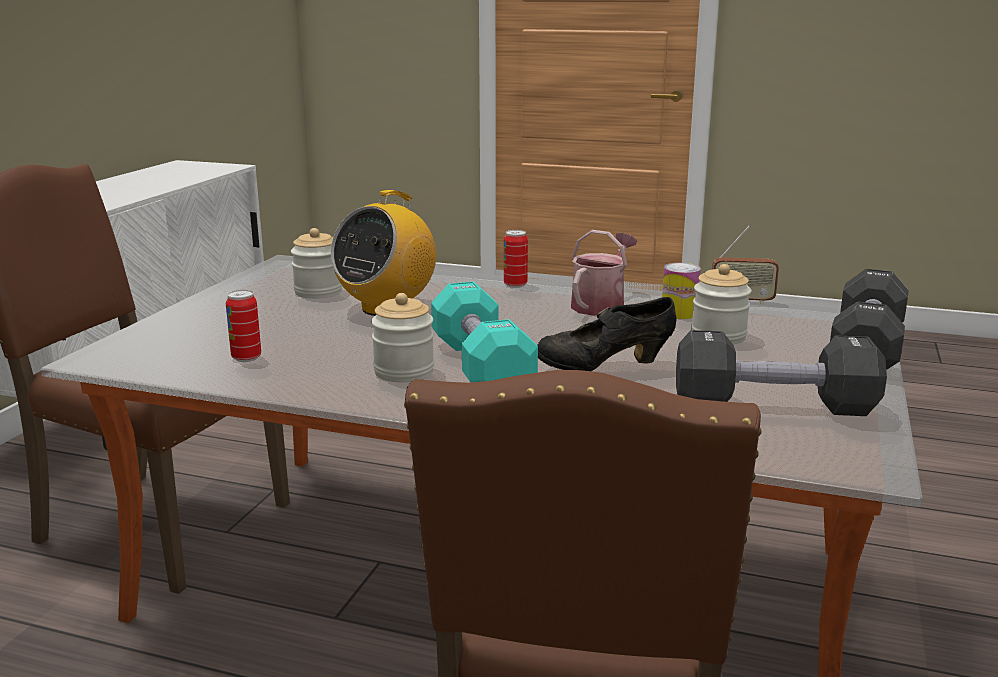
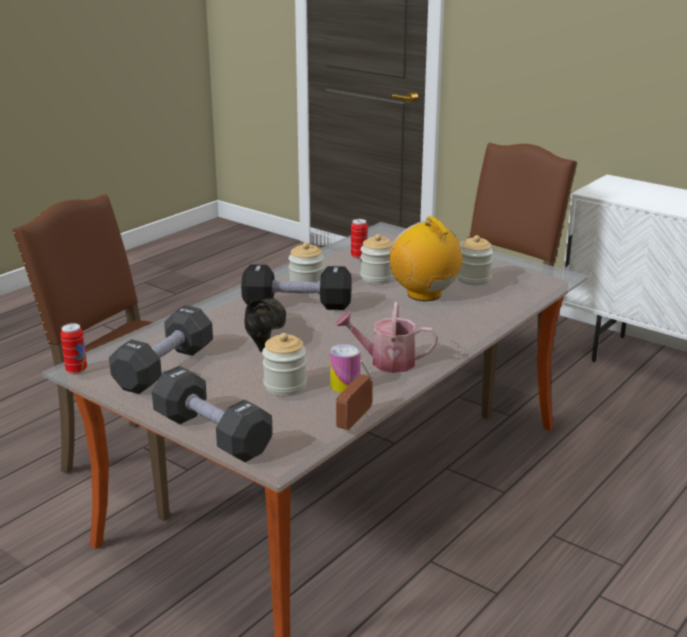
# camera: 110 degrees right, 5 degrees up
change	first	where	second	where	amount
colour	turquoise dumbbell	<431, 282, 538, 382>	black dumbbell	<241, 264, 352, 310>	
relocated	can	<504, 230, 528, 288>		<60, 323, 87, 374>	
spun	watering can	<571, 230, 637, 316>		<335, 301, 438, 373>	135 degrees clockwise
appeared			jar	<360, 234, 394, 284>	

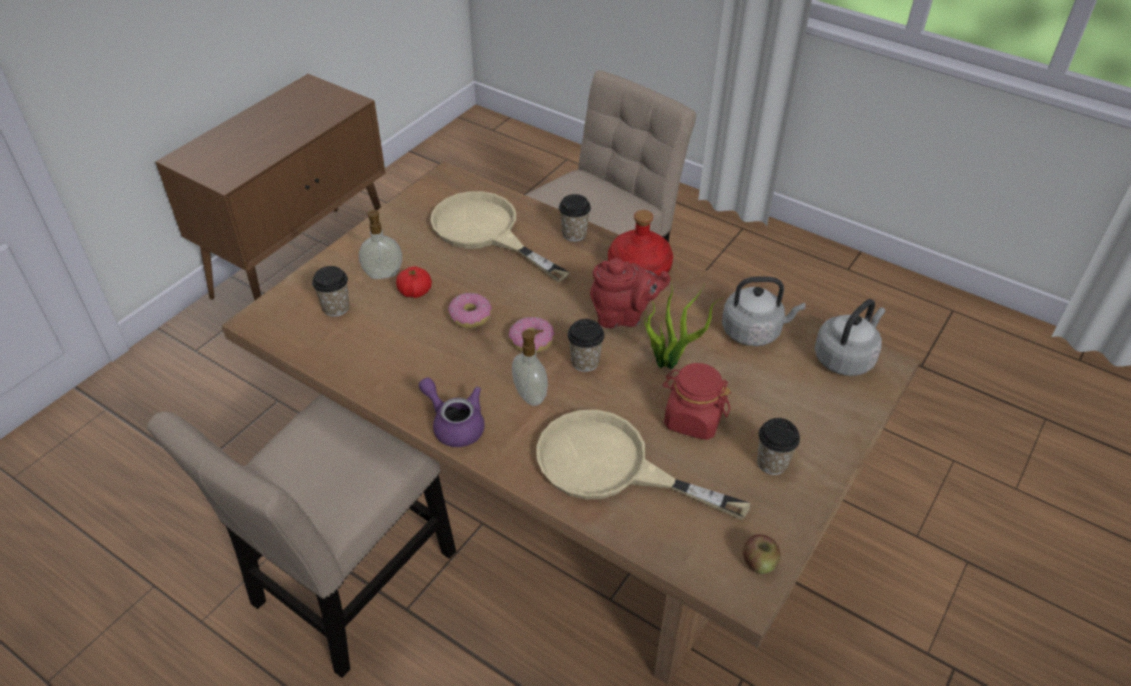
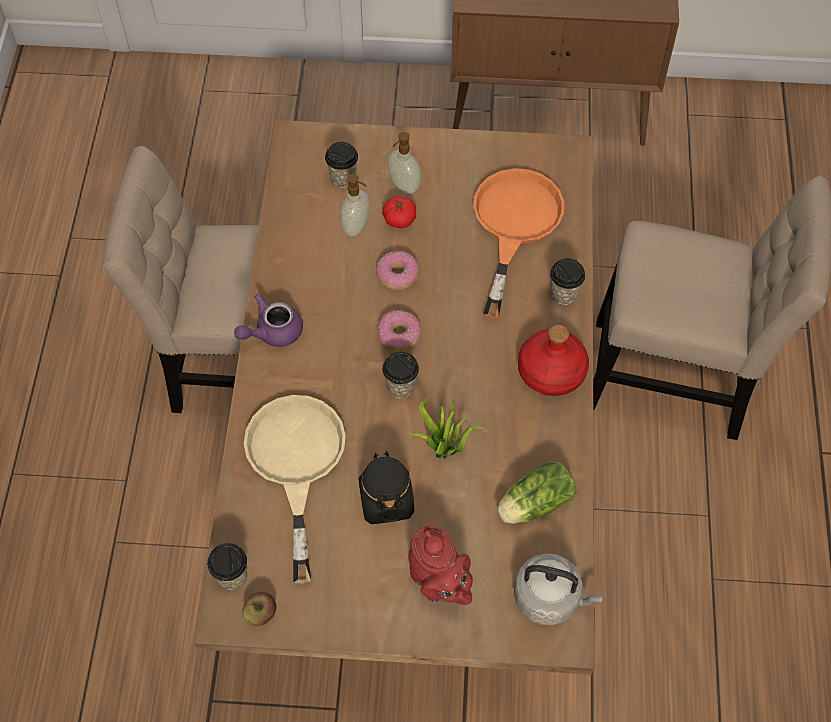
# camera: 60 degrees right, 15 degrees up
change	first	where	second	where	amount
spun	purple teapot	<419, 378, 485, 447>		<234, 294, 303, 347>	135 degrees counterclockwise
colour	beige frying pan	<430, 191, 570, 282>	orange frying pan	<473, 168, 564, 319>	
relocated	soap dispenser	<512, 330, 548, 406>		<340, 174, 370, 236>	
relocated	red teapot	<590, 258, 671, 328>		<408, 526, 473, 605>	
colour	red jar	<663, 363, 731, 440>	black jar	<359, 451, 414, 524>	
exchanged	grey kettle	<722, 277, 806, 346>	lettuce	<497, 462, 577, 524>	
relocated	cup	<757, 418, 800, 475>		<207, 543, 247, 591>	

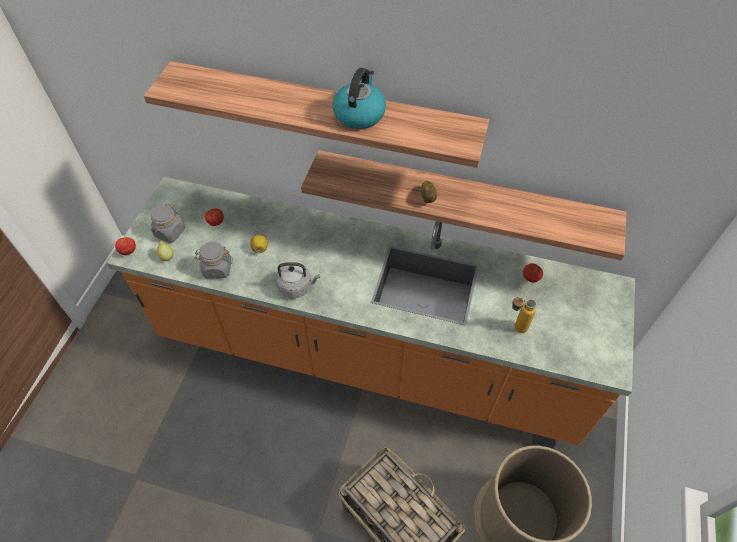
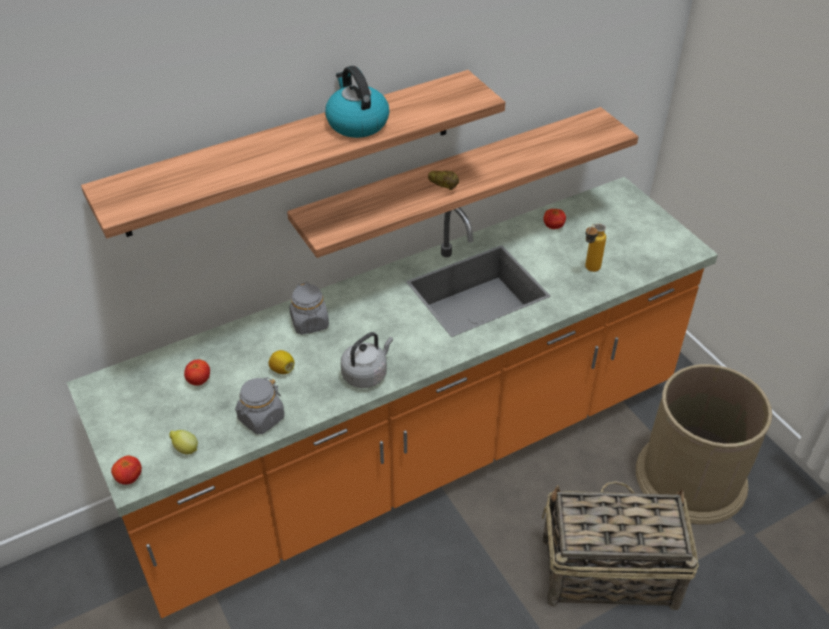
# camera: 45 degrees left, 10 degrees down
change	first	where	second	where	amount
relocated	grey jar	<151, 203, 185, 243>		<289, 282, 329, 335>	

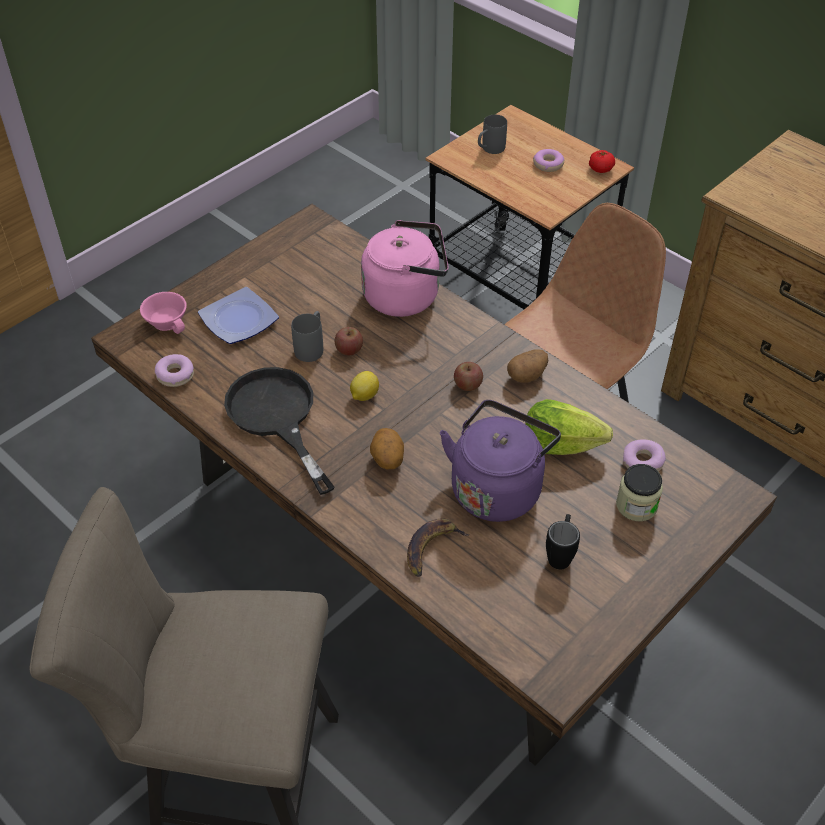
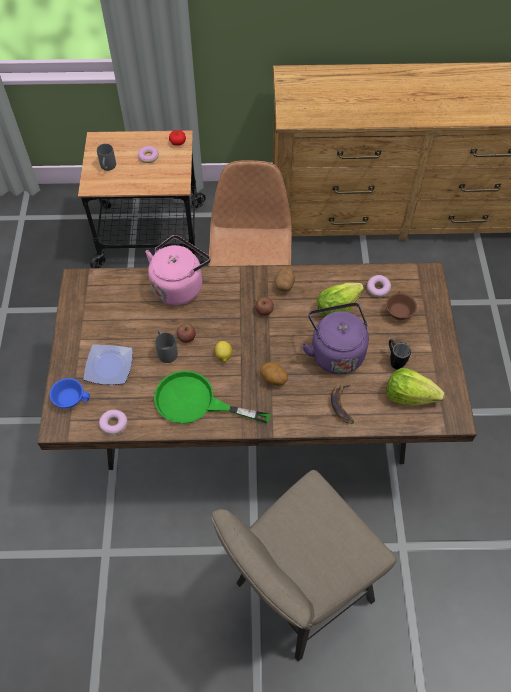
# camera: 45 degrees left, 10 degrees up
change	first	where	second	where	amount
colour	pink cup	<140, 292, 187, 334>	blue cup	<50, 378, 90, 408>	
colour	black frying pan	<224, 367, 335, 495>	green frying pan	<154, 370, 270, 424>	
exchanged	jar	<616, 464, 663, 521>	brown cup	<386, 291, 417, 320>	
appeared			lettuce	<386, 368, 445, 405>	

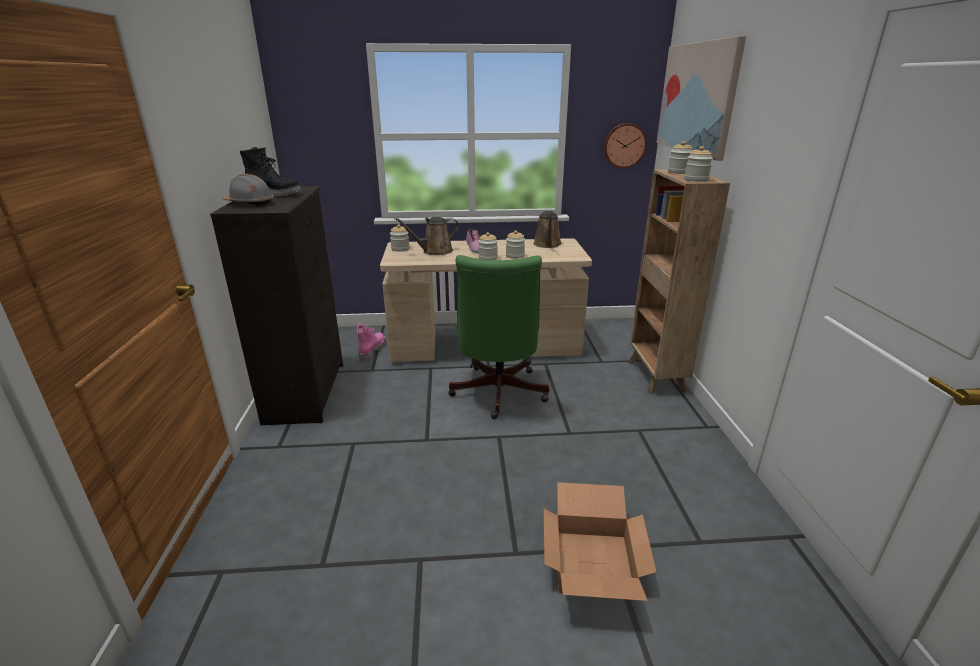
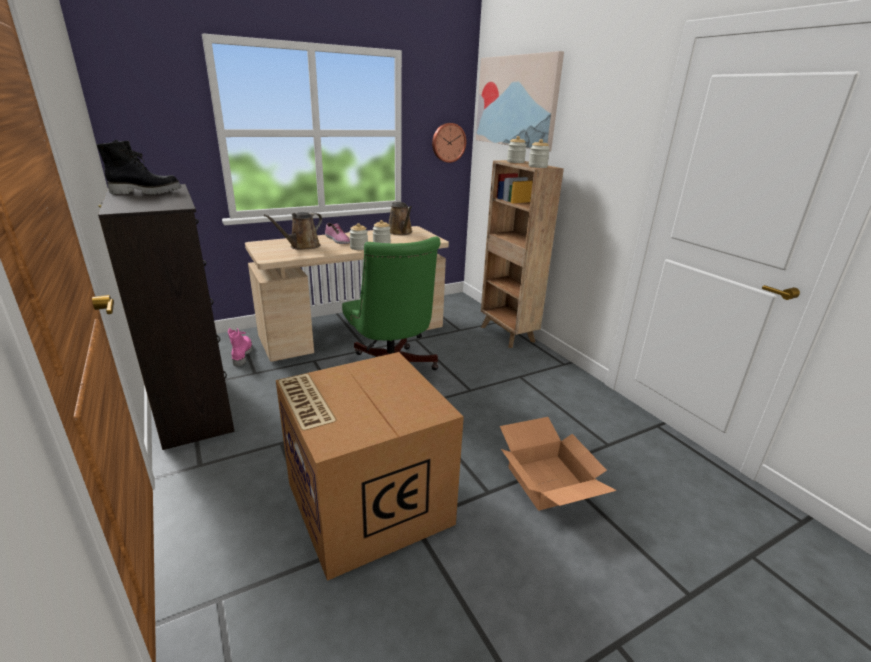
# camera: 25 degrees left, 0 degrees up
change	first	where	second	where	amount
missing	grey hard hat	<223, 174, 274, 206>			
missing	jar	<390, 224, 410, 252>			
appeared			cardboard box	<276, 352, 464, 581>	

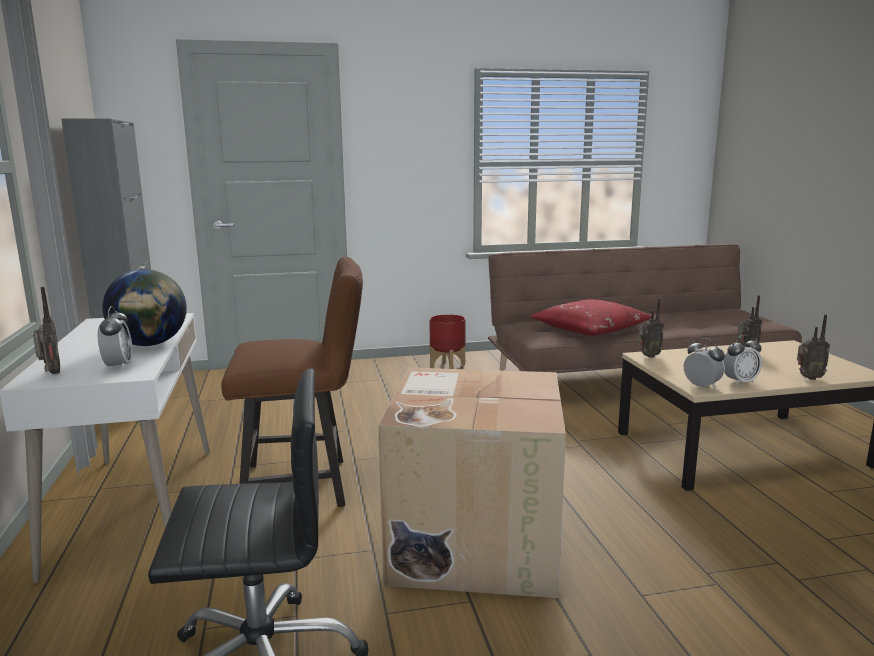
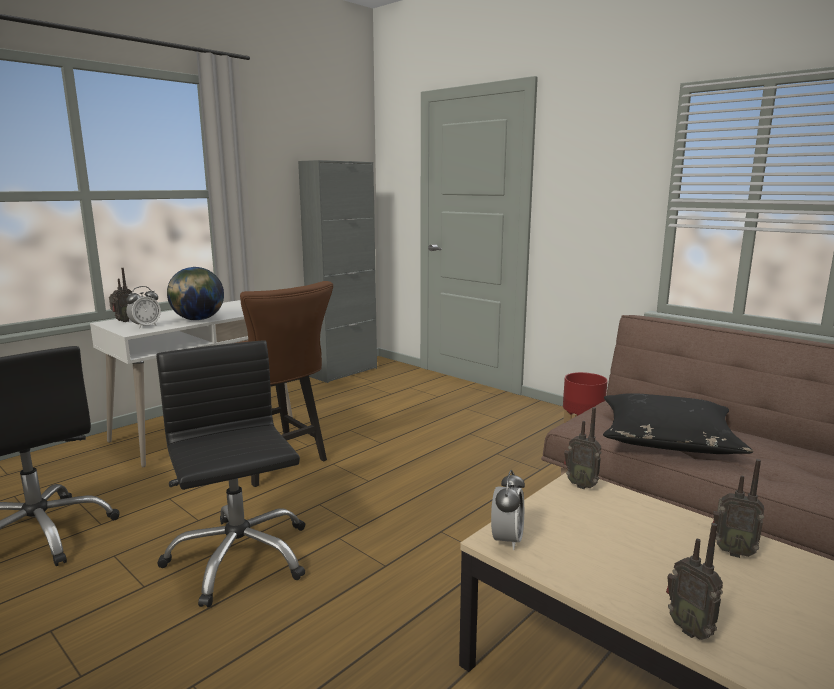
# camera: 55 degrees right, 0 degrees up
change	first	where	second	where	amount
exchanged	cardboard box	<378, 368, 566, 598>	black office chair	<156, 340, 305, 607>	
colour	red pillow	<530, 299, 651, 336>	black pillow	<603, 393, 753, 454>	
missing	alarm clock	<723, 335, 762, 385>			

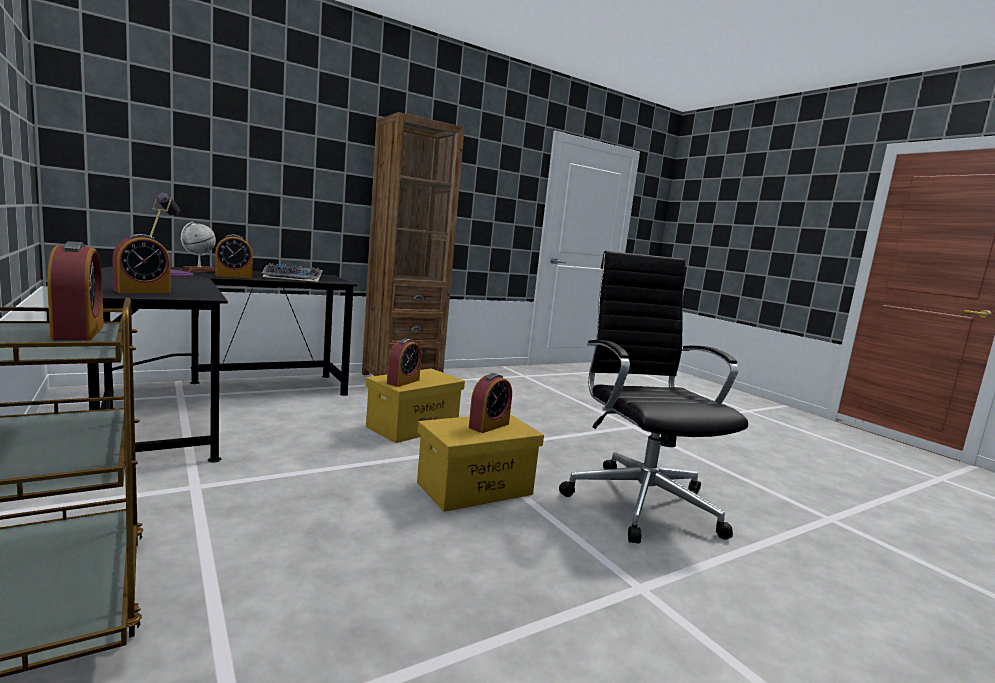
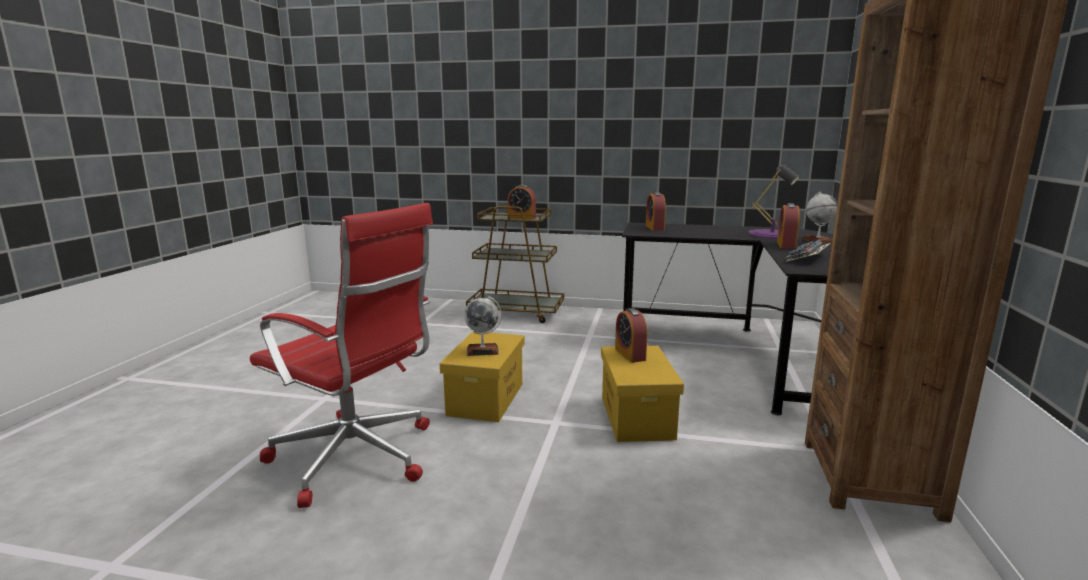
# camera: 135 degrees right, 5 degrees up
change	first	where	second	where	amount
exchanged	alarm clock	<469, 373, 512, 433>	globe	<464, 296, 502, 356>	
colour	black office chair	<559, 251, 748, 543>	red office chair	<250, 203, 433, 508>	

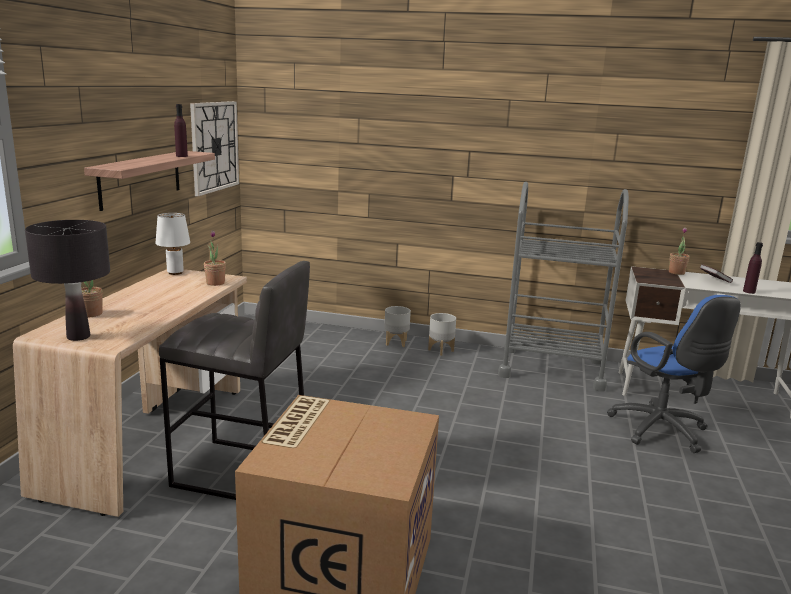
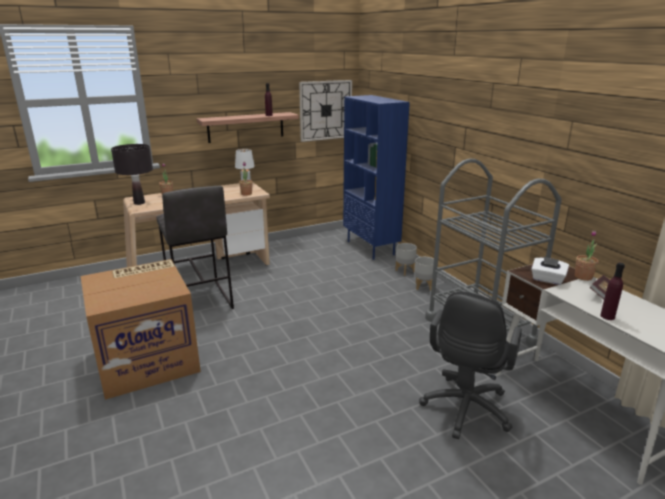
# camera: 50 degrees right, 5 degrees up
change	first	where	second	where	amount
colour	blue office chair	<607, 295, 741, 453>	black office chair	<419, 292, 522, 439>	
appeared			blue bookcase	<343, 95, 410, 260>	
appeared			white tissue box	<531, 257, 569, 285>	

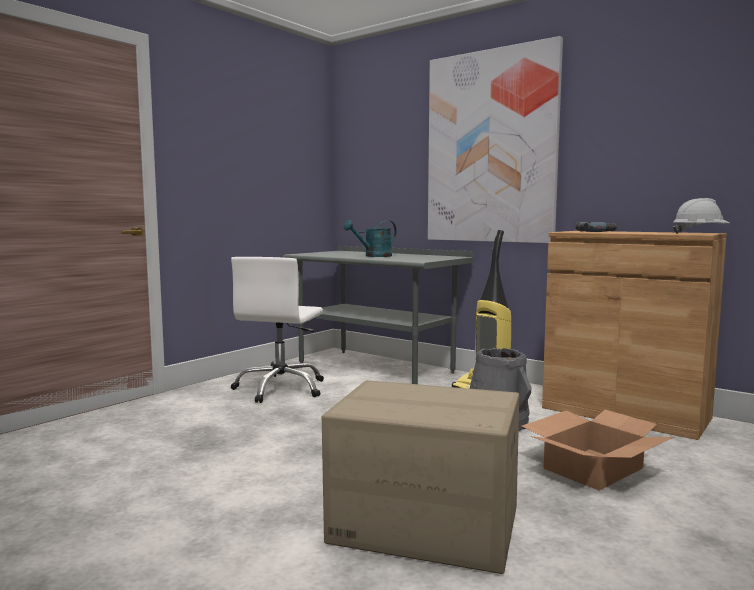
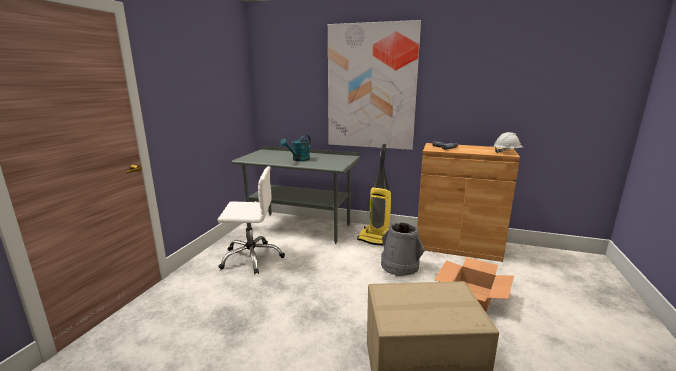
# camera: 20 degrees left, 10 degrees up
change	first	where	second	where	amount
spun	white office chair	<231, 257, 324, 403>		<218, 166, 285, 275>	90 degrees counterclockwise

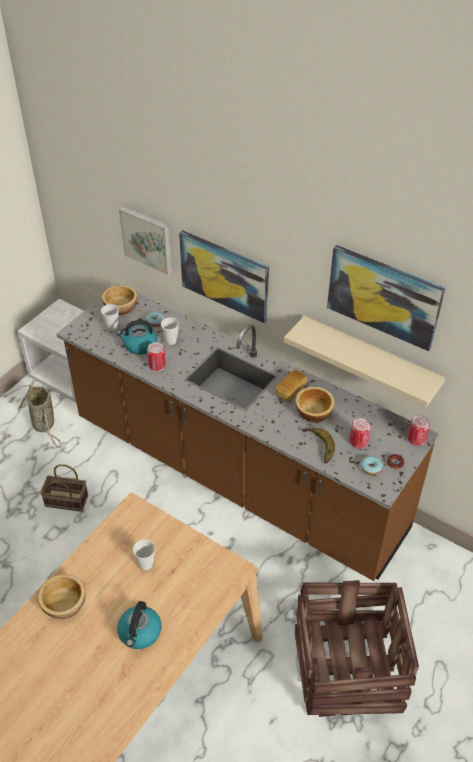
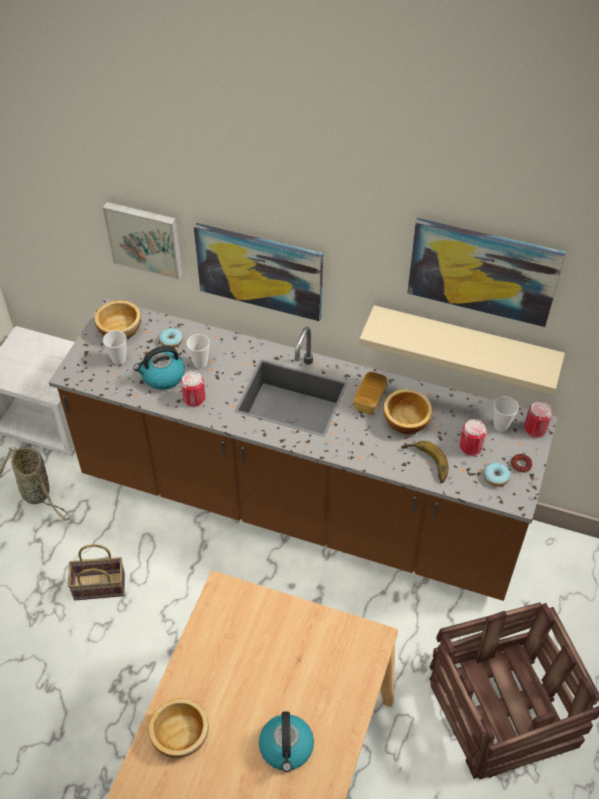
# camera: 15 degrees left, 5 degrees up
change	first	where	second	where	amount
relocated	cup	<133, 540, 155, 571>		<494, 396, 519, 432>	

